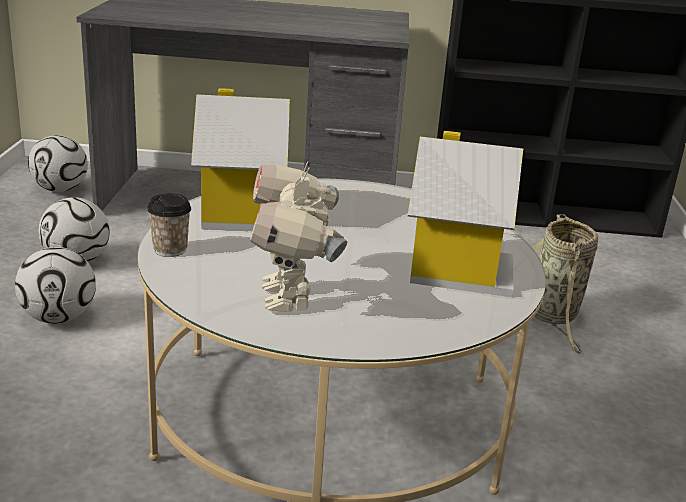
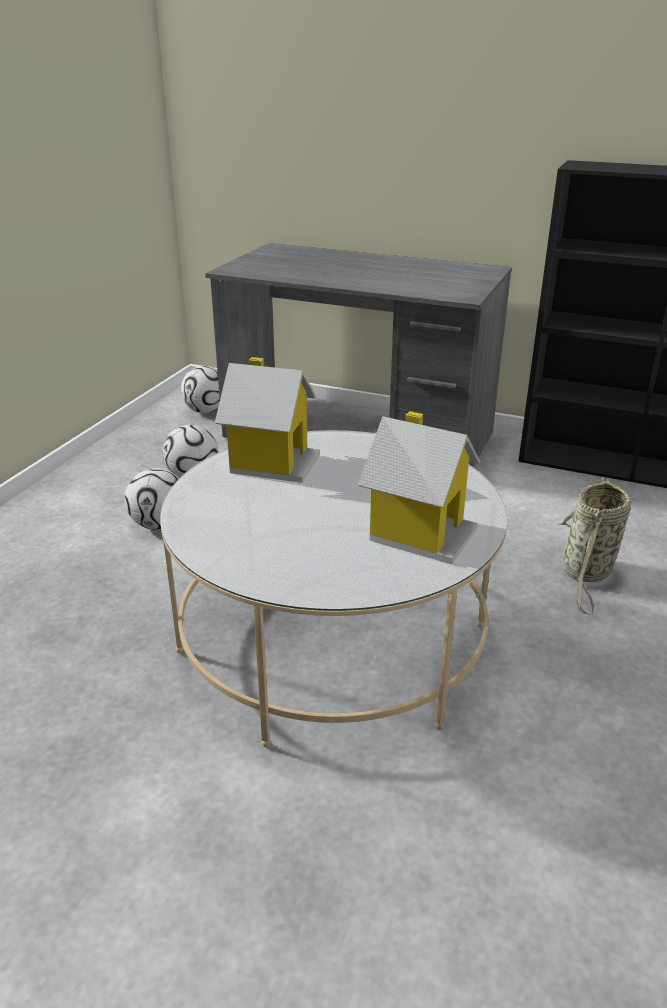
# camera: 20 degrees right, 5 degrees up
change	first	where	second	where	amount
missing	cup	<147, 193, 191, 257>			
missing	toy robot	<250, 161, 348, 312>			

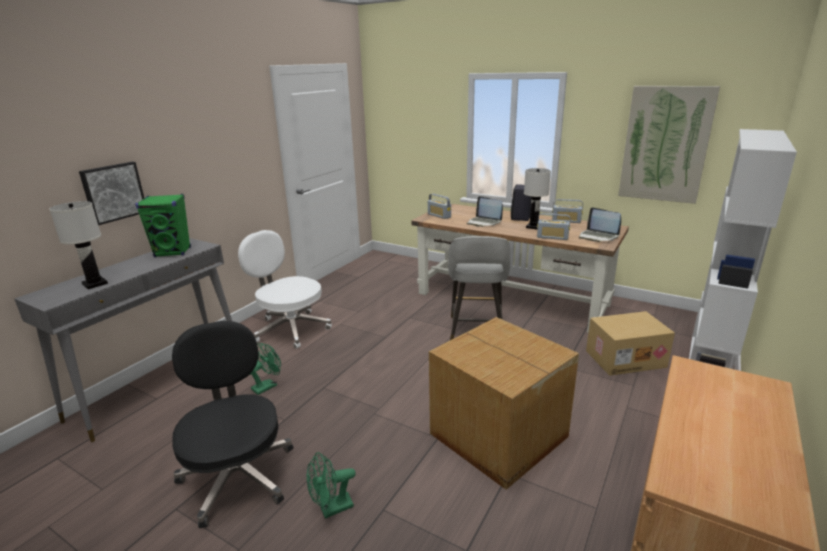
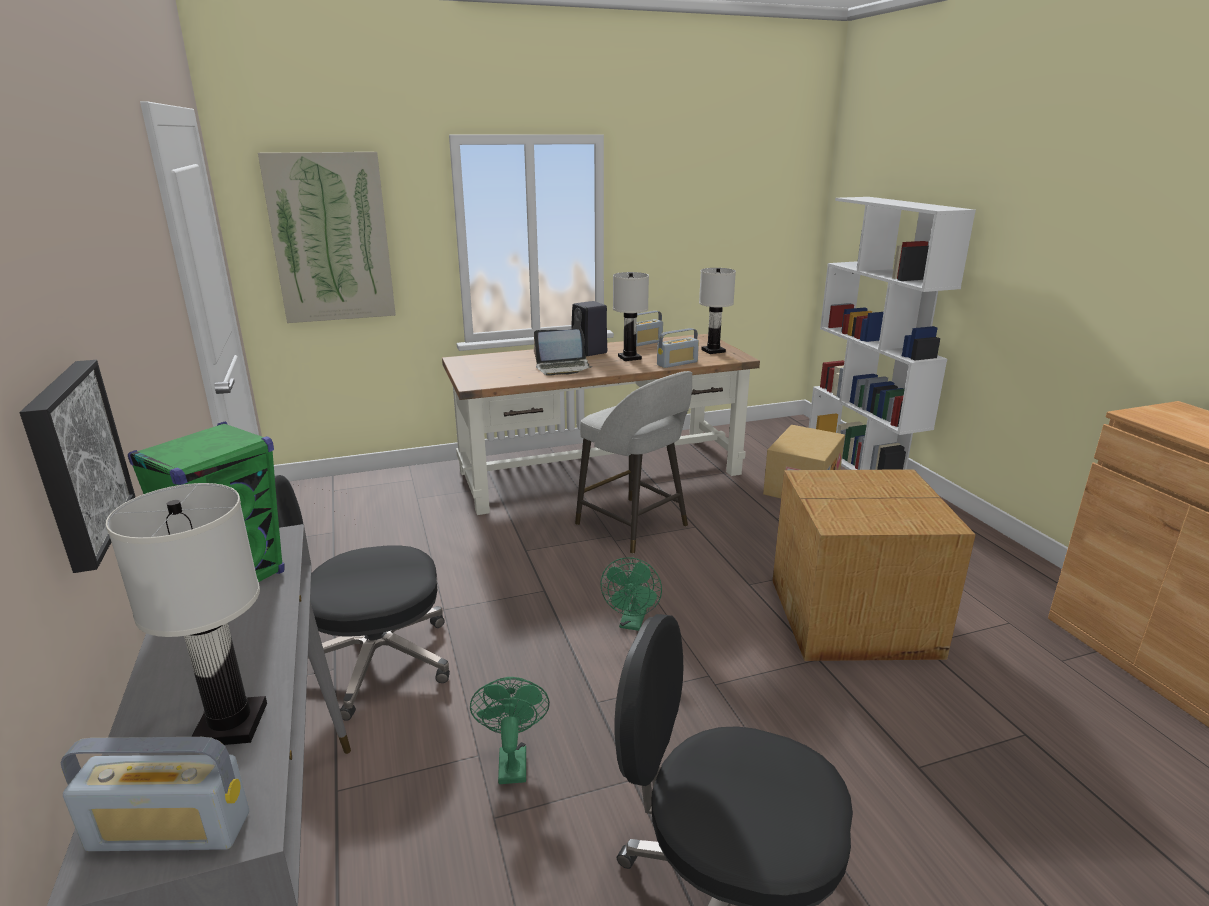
# camera: 50 degrees left, 0 degrees up
change	first	where	second	where	amount
colour	white office chair	<238, 230, 332, 349>	black office chair	<275, 475, 450, 721>	
relocated	green fan	<307, 452, 356, 519>		<600, 557, 662, 631>	
relocated	radio	<428, 194, 451, 219>		<60, 737, 249, 851>	
exchanged	laptop	<579, 207, 621, 242>	white table lamp	<699, 268, 736, 354>	
relocated	picture	<618, 86, 720, 204>		<258, 152, 396, 323>	

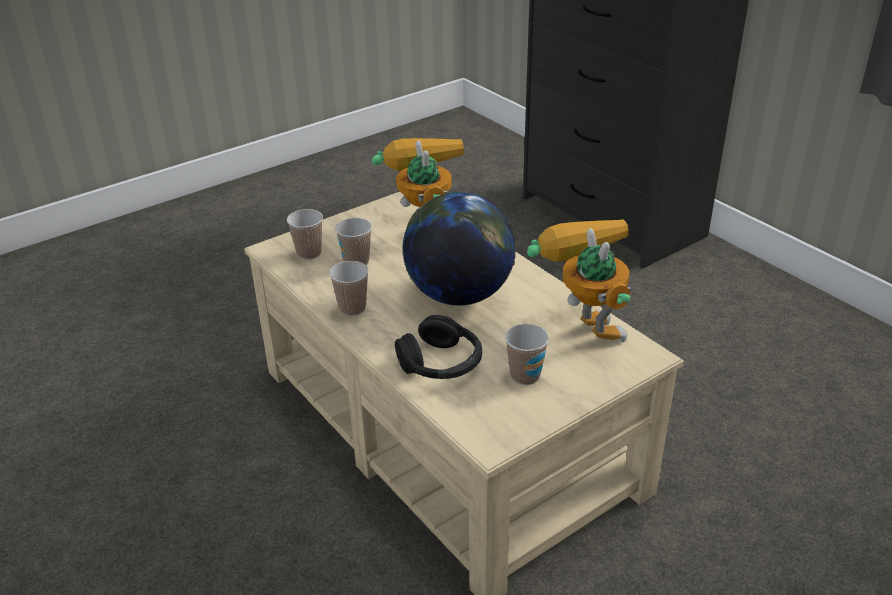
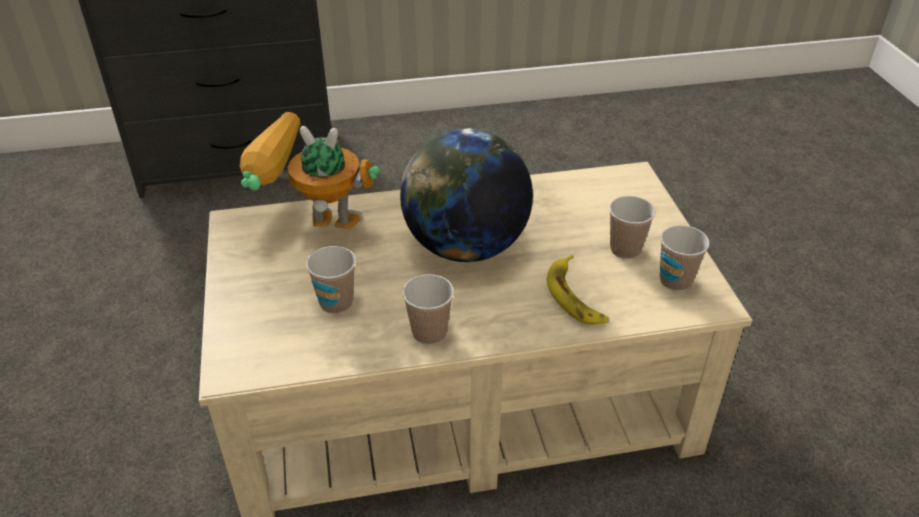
# camera: 65 degrees left, 5 degrees up
change	first	where	second	where	amount
relocated	cup	<287, 209, 323, 260>		<660, 225, 710, 291>	
exchanged	black headphones	<395, 315, 482, 379>	banana	<547, 254, 609, 324>	
missing	toy robot	<527, 219, 631, 343>			

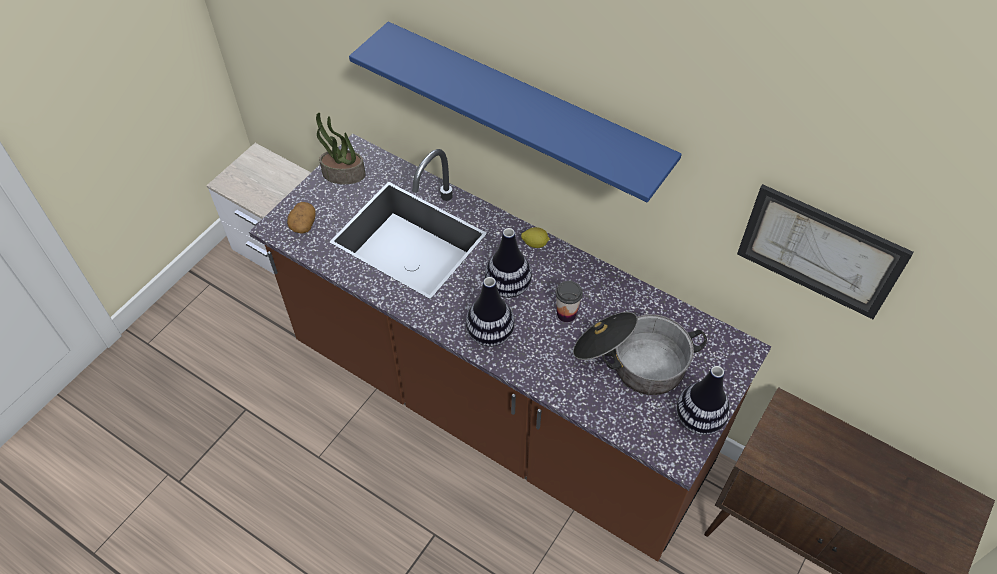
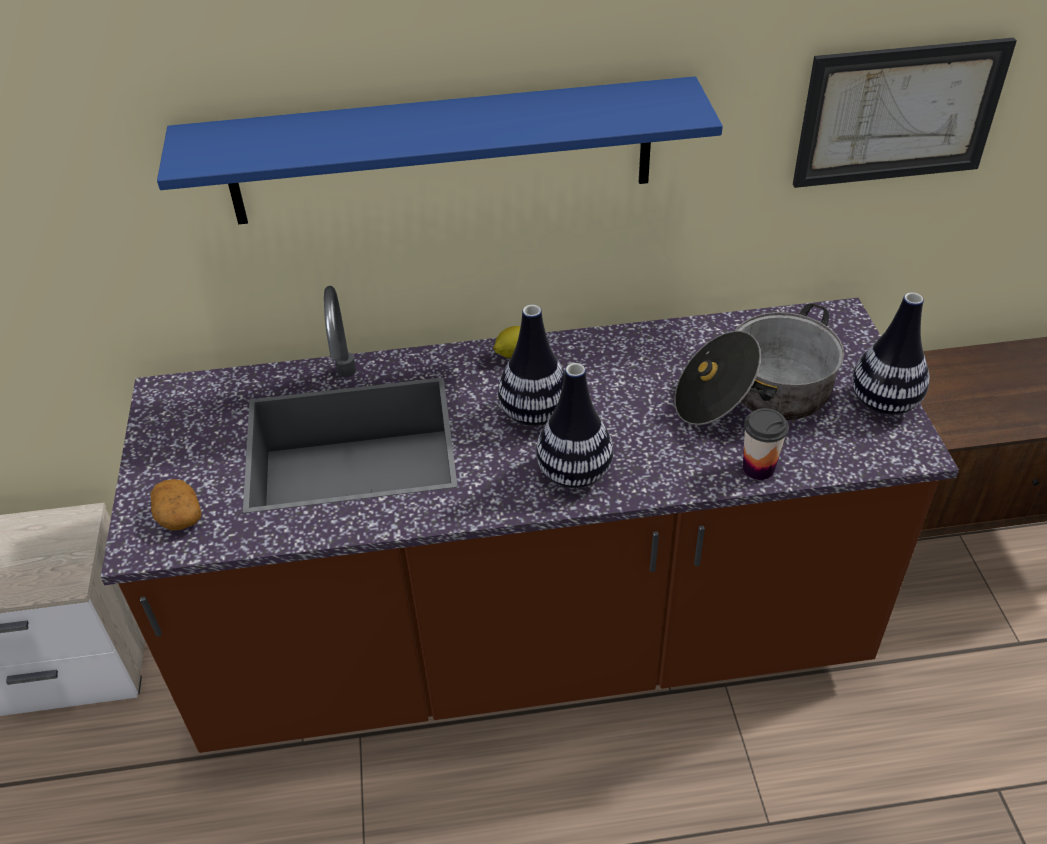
# camera: 40 degrees left, 10 degrees down
change	first	where	second	where	amount
missing	potted plant	<316, 113, 366, 184>			
relocated	cup	<555, 281, 583, 322>		<743, 408, 789, 480>	

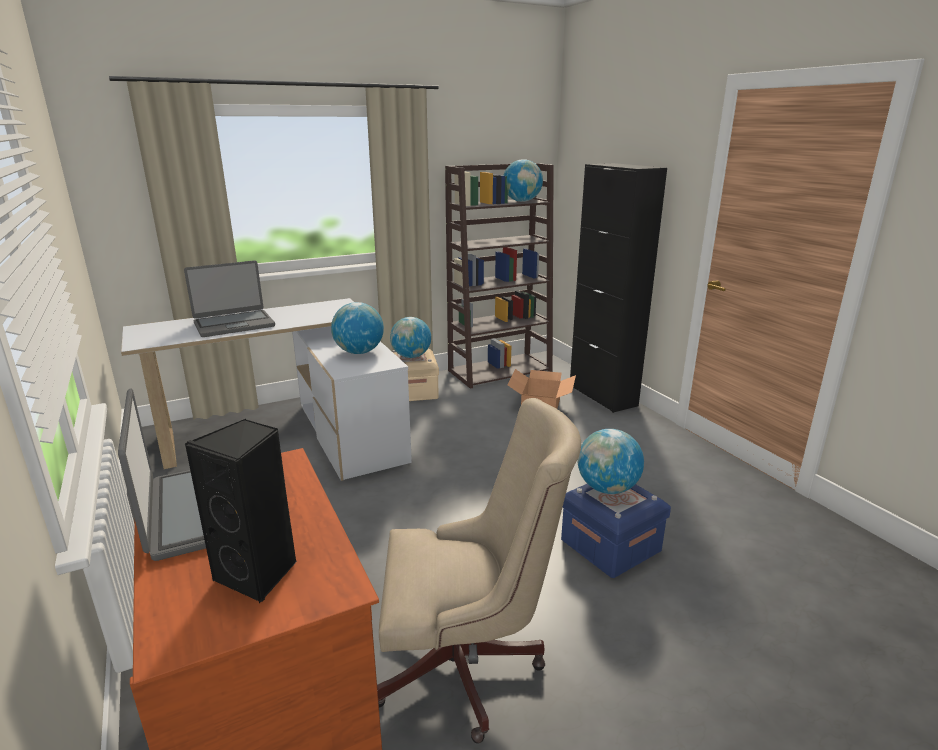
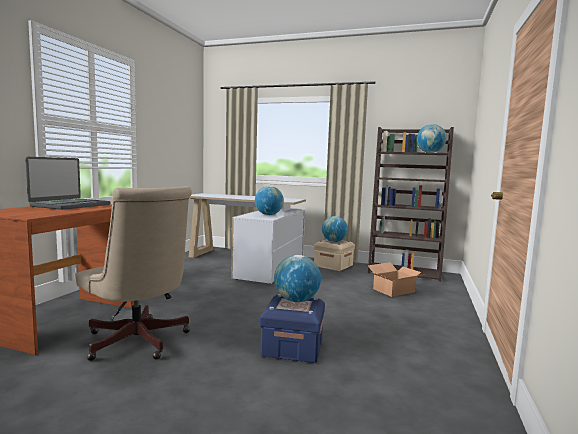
# camera: 45 degrees right, 15 degrees down
change	first	where	second	where	amount
missing	laptop	<184, 260, 275, 337>			
missing	black speaker	<185, 419, 297, 603>			
missing	black cabinet	<570, 163, 667, 413>			

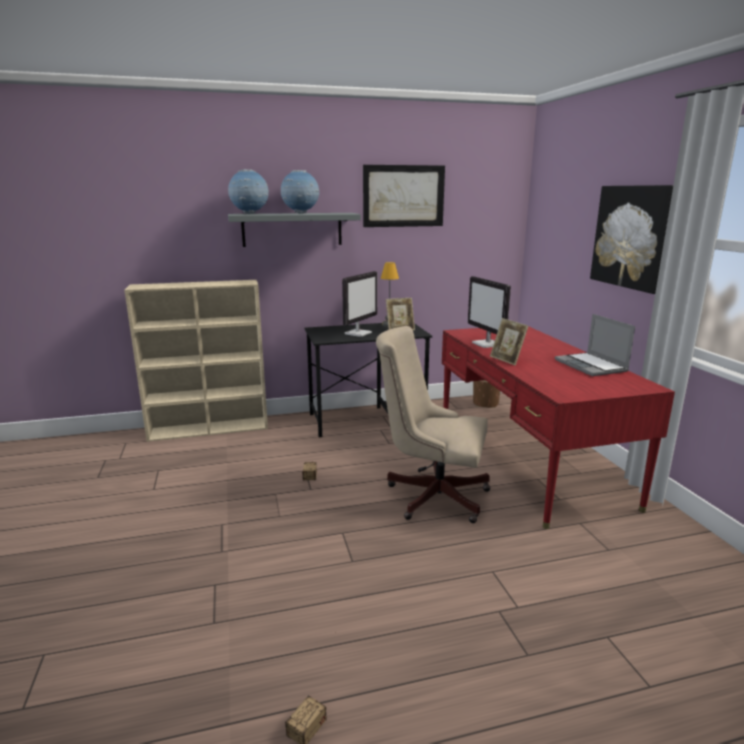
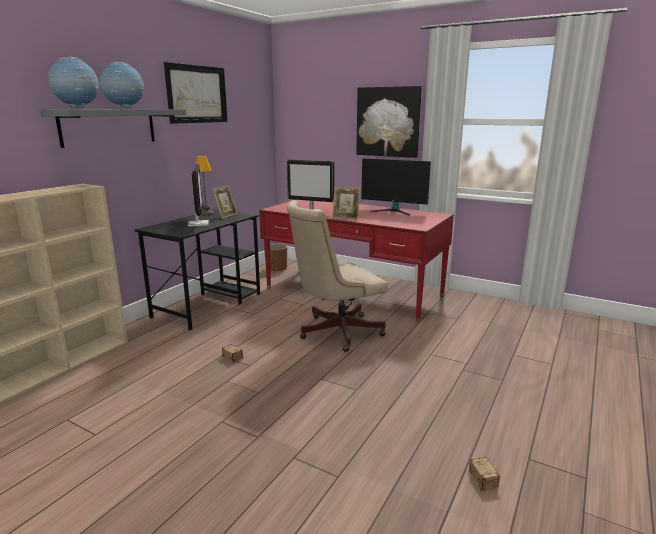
# camera: 45 degrees left, 0 degrees up
change	first	where	second	where	amount
exchanged	laptop	<555, 314, 635, 376>	monitor	<361, 158, 431, 216>	

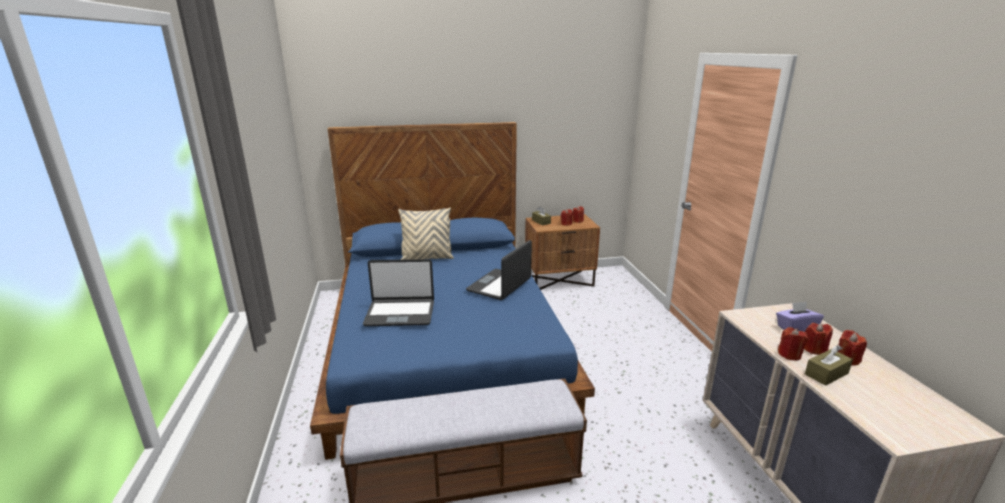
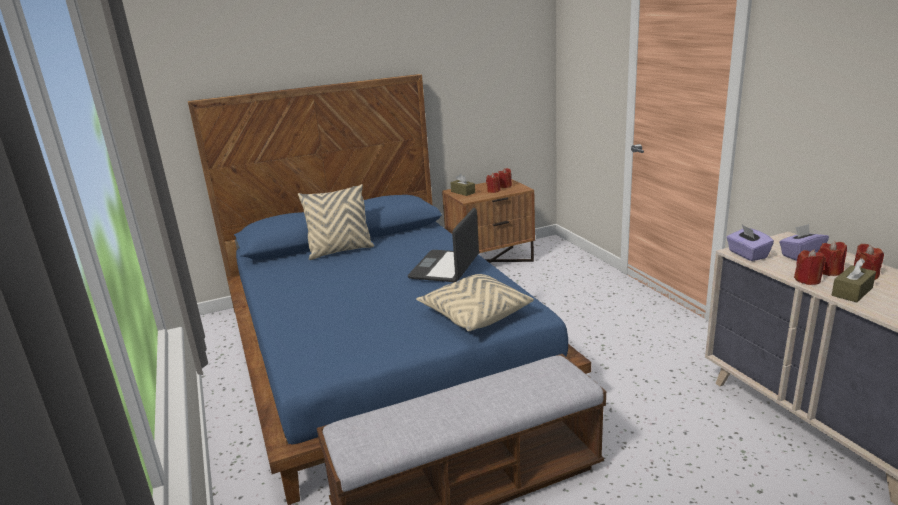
# camera: 10 degrees left, 0 degrees up
change	first	where	second	where	amount
missing	laptop	<363, 259, 434, 326>			
appeared			beige pillow	<416, 274, 534, 331>	
appeared			purple tissue box	<726, 225, 774, 261>	

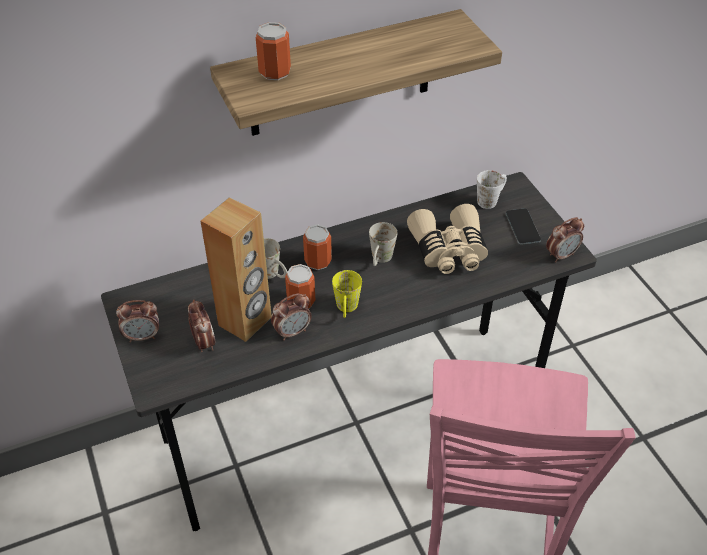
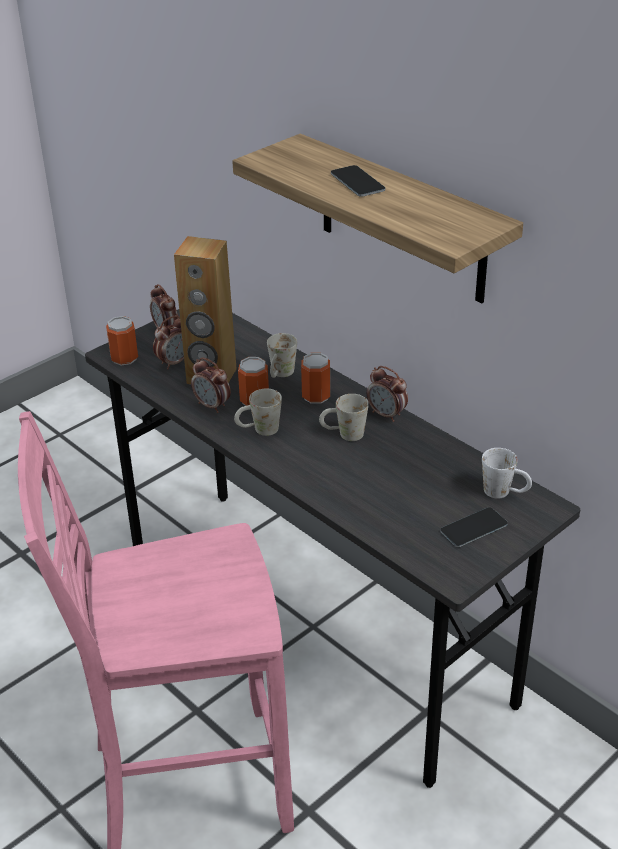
# camera: 70 degrees right, 10 degrees down
change	first	where	second	where	amount
relocated	can	<256, 22, 291, 80>		<106, 316, 138, 366>	
colour	yellow mug	<332, 270, 362, 318>	white mug	<234, 388, 282, 436>	
missing	beige binoculars	<407, 204, 488, 274>			
relocated	alarm clock	<546, 217, 584, 263>		<367, 366, 408, 422>	
appeared			phone	<331, 165, 385, 197>	

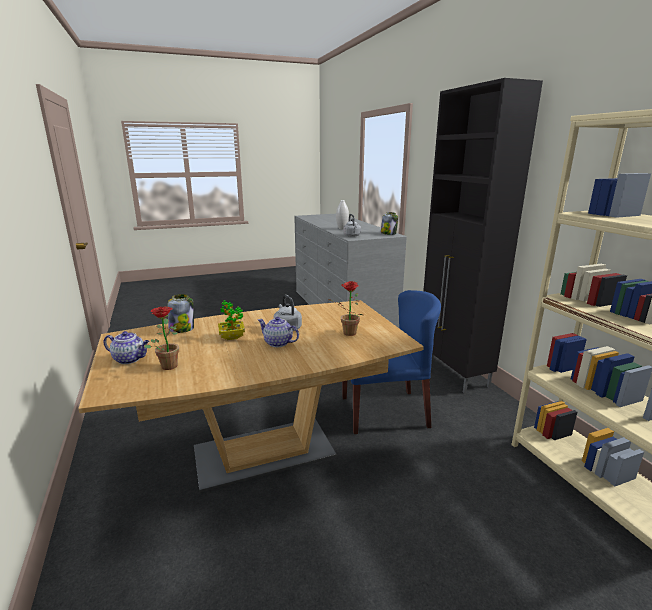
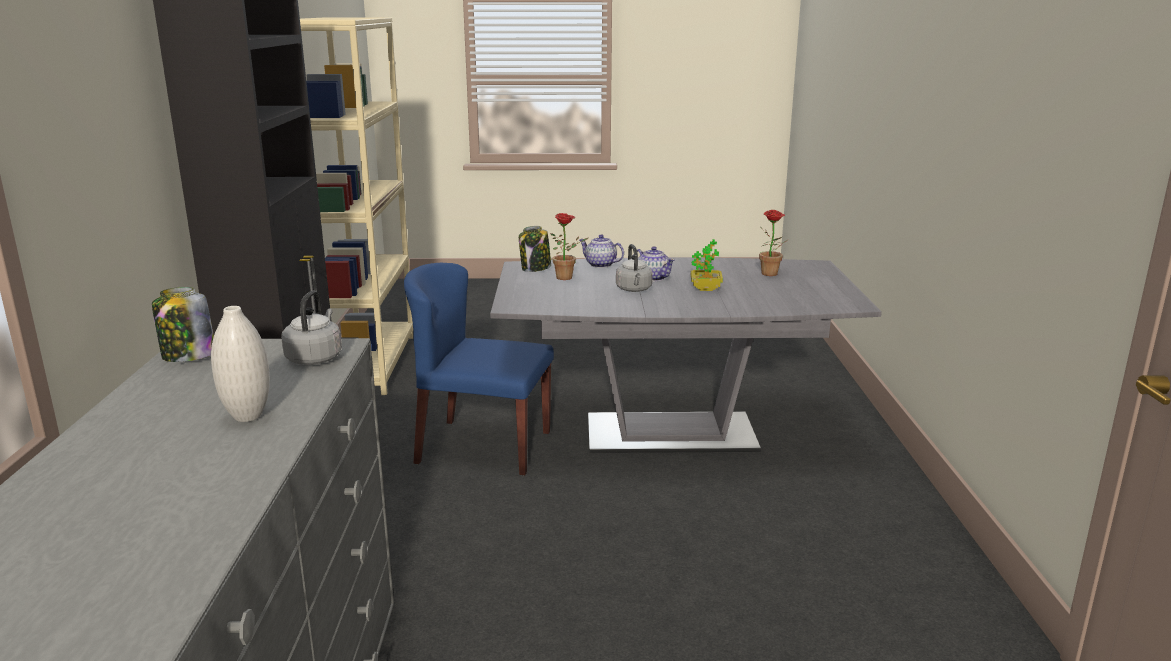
# camera: 160 degrees left, 0 degrees up
change	first	where	second	where	amount
colour	brown dining table	<78, 300, 424, 493>	grey dining table	<490, 258, 882, 453>	
relocated	teapot	<103, 331, 150, 364>		<579, 234, 624, 268>	
relocated	jar	<168, 294, 194, 333>		<519, 226, 551, 272>	

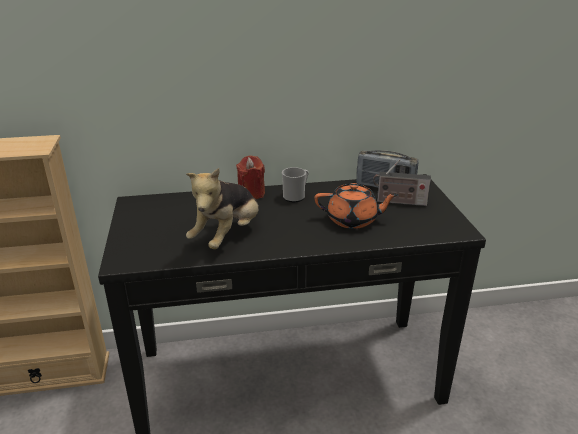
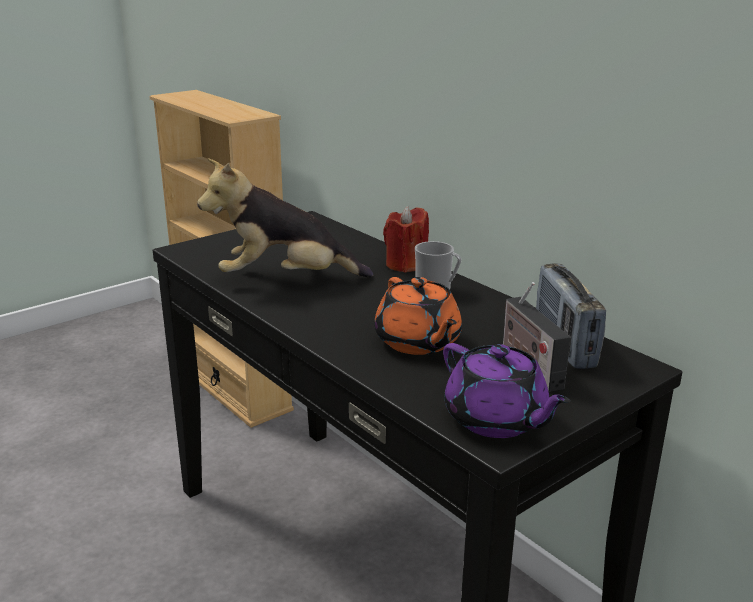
# camera: 60 degrees right, 5 degrees down
change	first	where	second	where	amount
appeared			purple teapot	<443, 343, 571, 438>	

